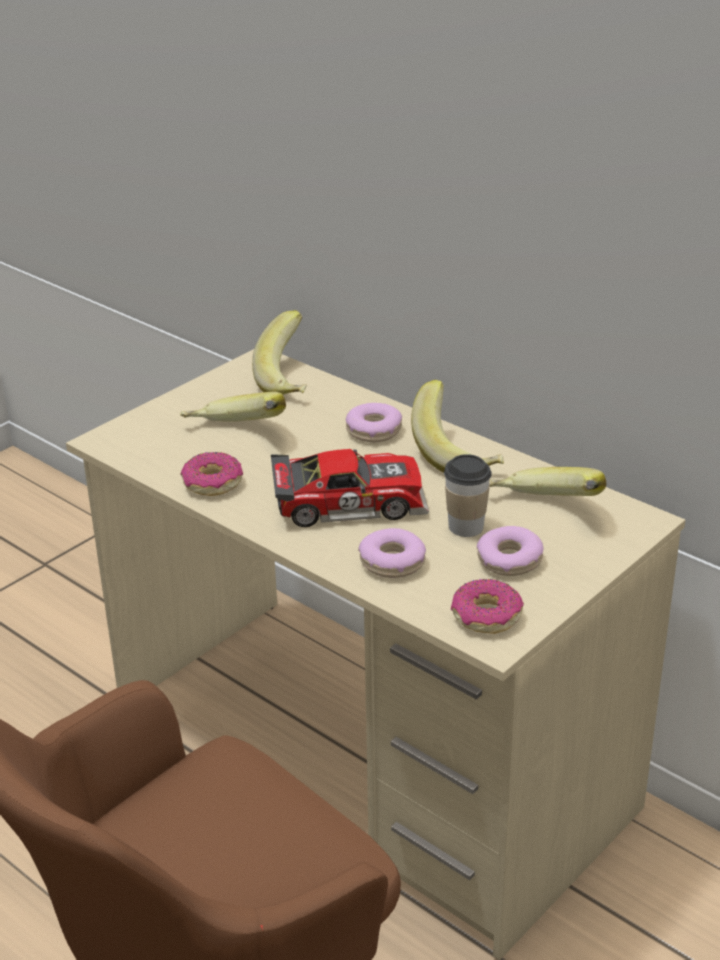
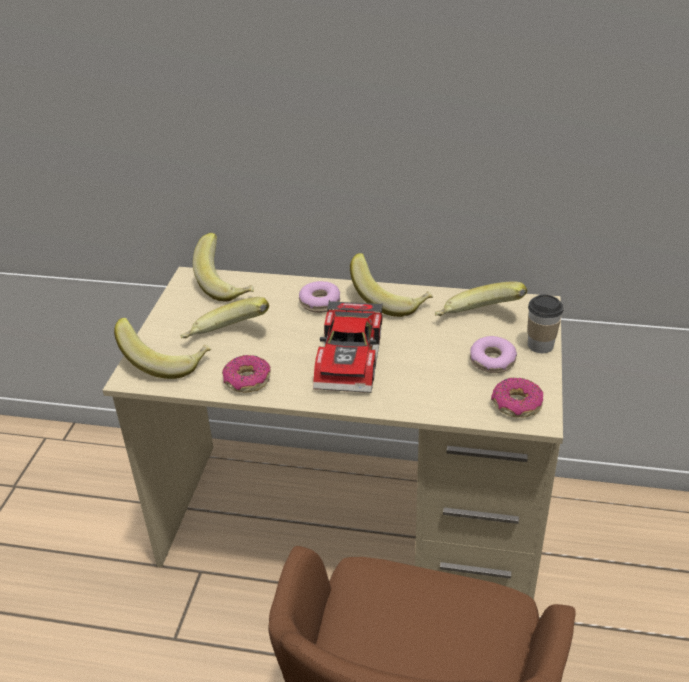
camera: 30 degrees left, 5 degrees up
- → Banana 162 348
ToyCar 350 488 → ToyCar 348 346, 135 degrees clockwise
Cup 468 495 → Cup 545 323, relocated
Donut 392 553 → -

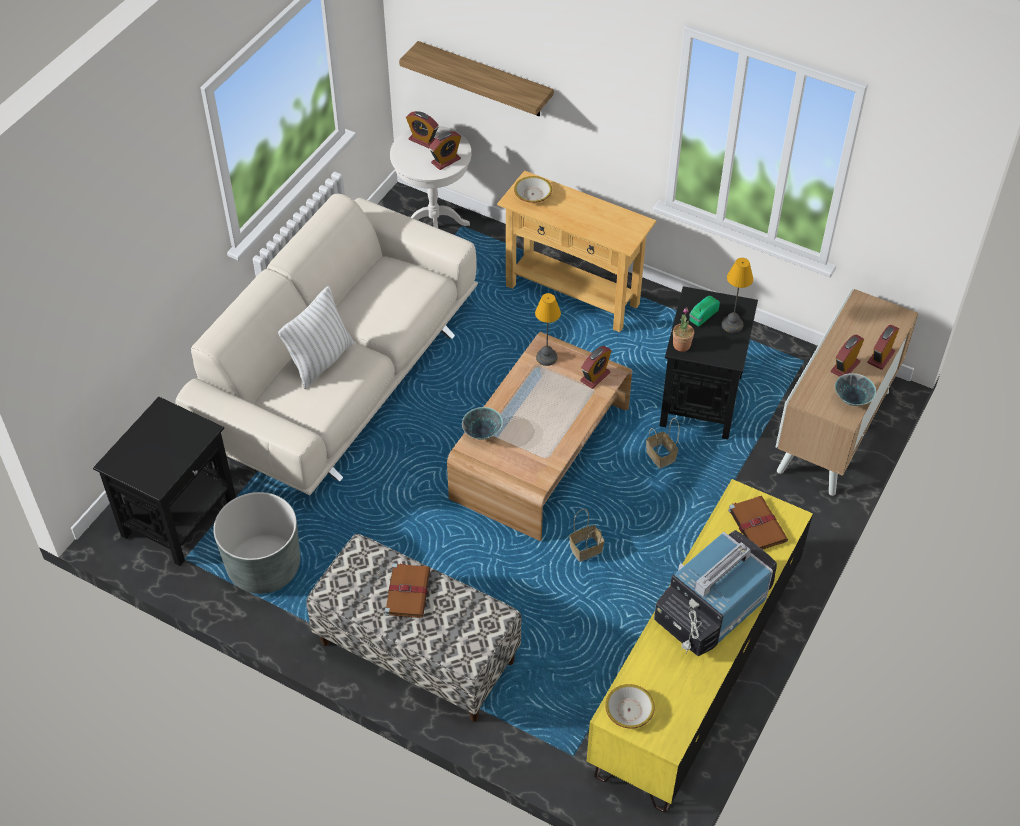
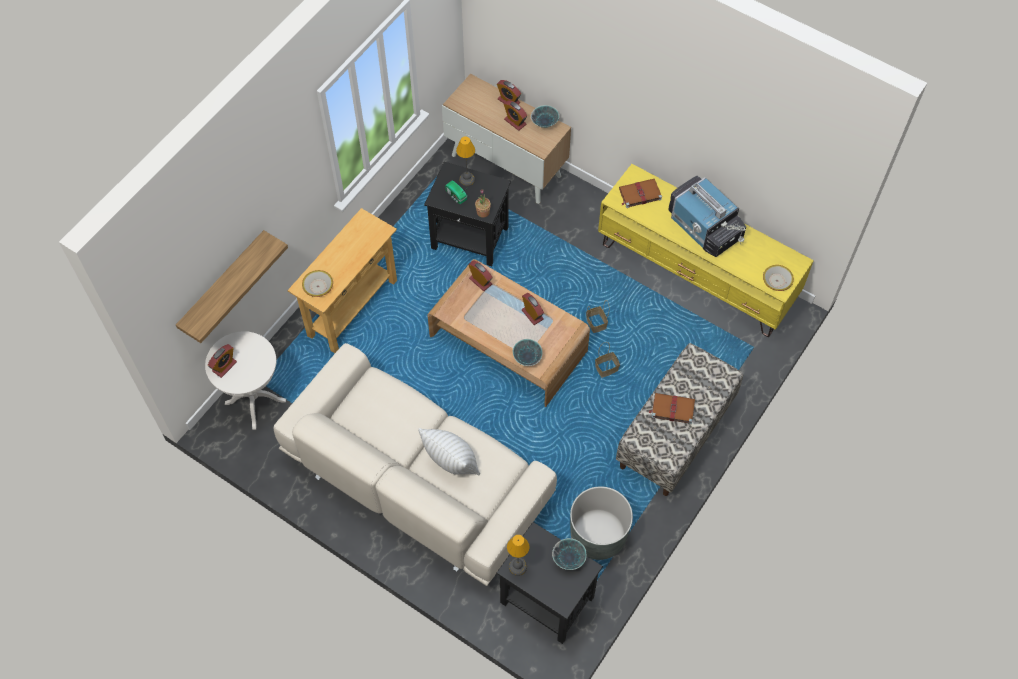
camera: 85 degrees left, 10 degrees up
TableLamp 548 329 → TableLamp 518 555, relocated
AlarmClock 445 150 → AlarmClock 533 309, relocated
- → Bowl 569 554
Basket 662 443 → Basket 607 360, relocated

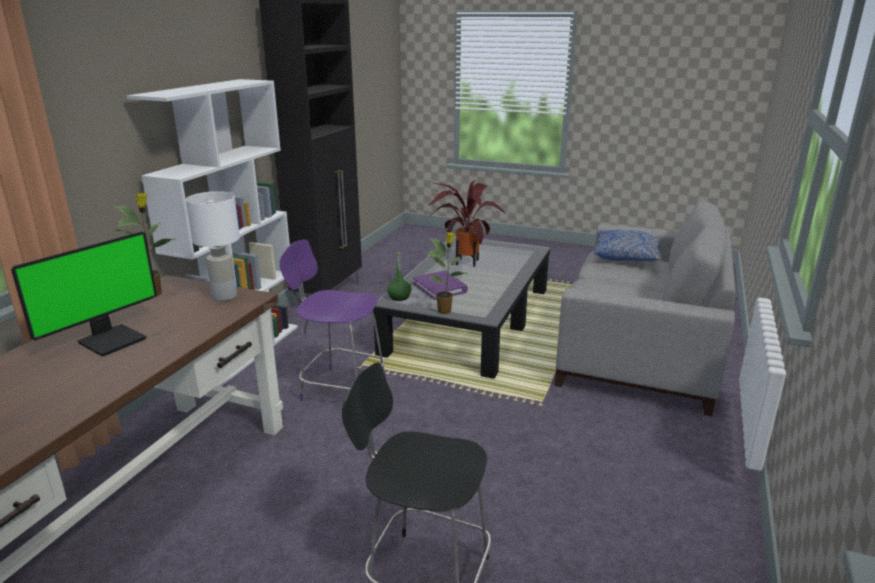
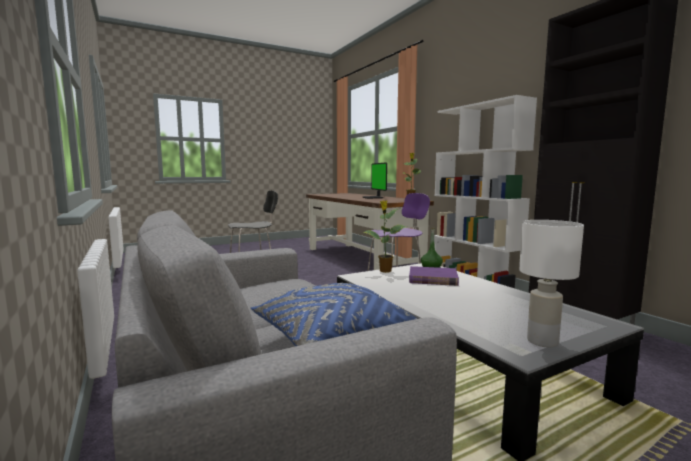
camera: 130 degrees right, 15 degrees down
WhiteTableLamp 213 246 → WhiteTableLamp 551 284, relocated
PottedPlant 466 223 → -

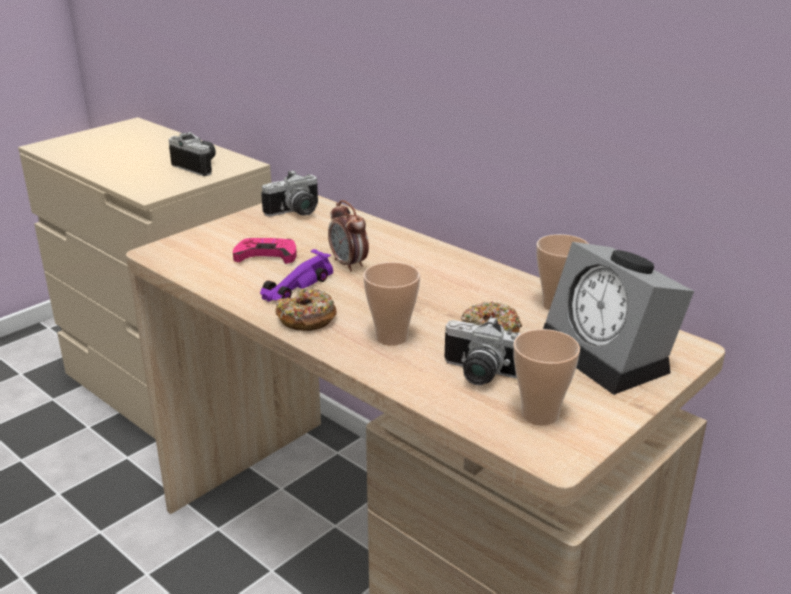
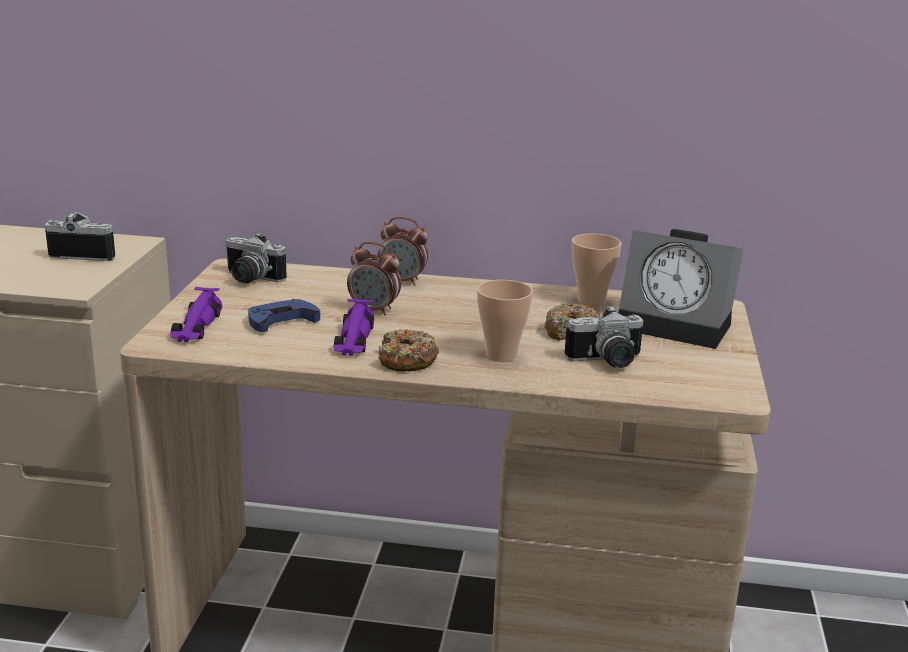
camera: 35 degrees left, 5 degrees down
- → PurpleToyCar 196 314
PhotoCamera 289 193 → PhotoCamera 256 257, 90 degrees clockwise
PinkGameController 265 251 → BlueGameController 284 315
- → AlarmClock 403 251
Cup 546 377 → -

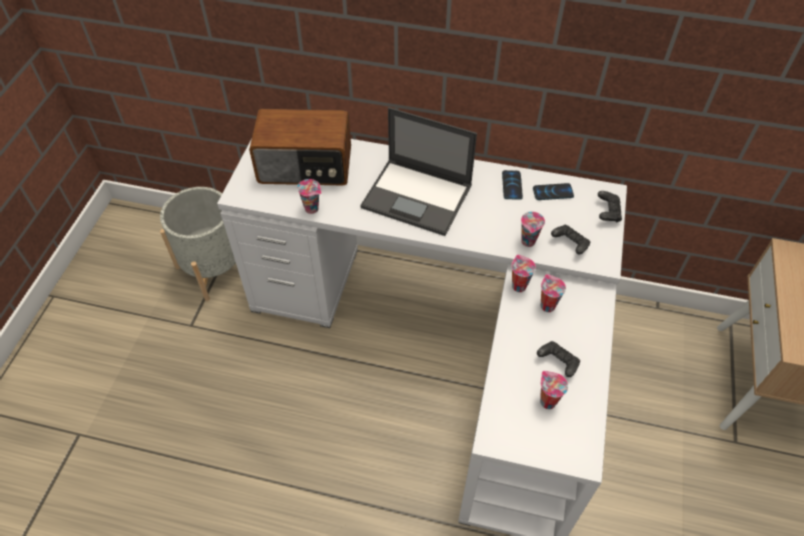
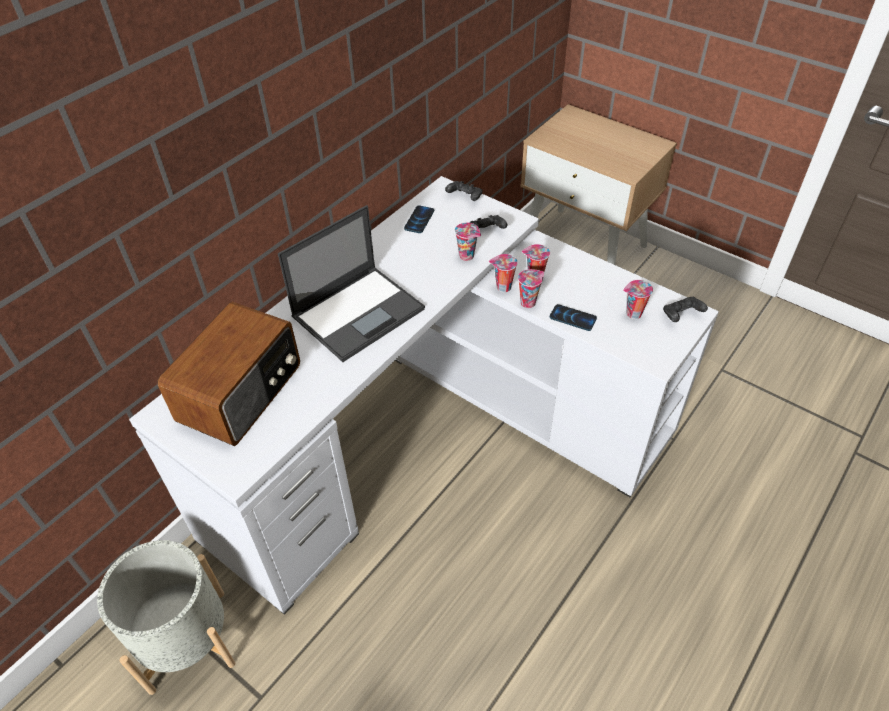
camera: 65 degrees left, 5 degrees down
Cup 309 196 → Cup 531 288, relocated
Phone 512 185 → Phone 573 317, relocated
BlackGameController 558 359 → BlackGameController 685 309, relocated

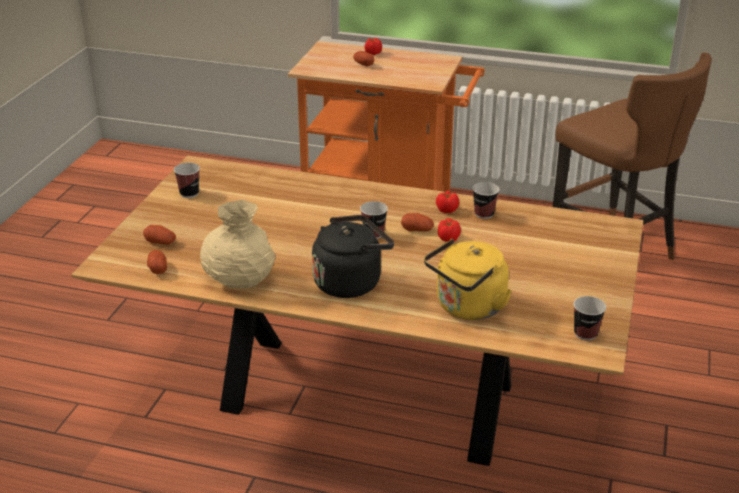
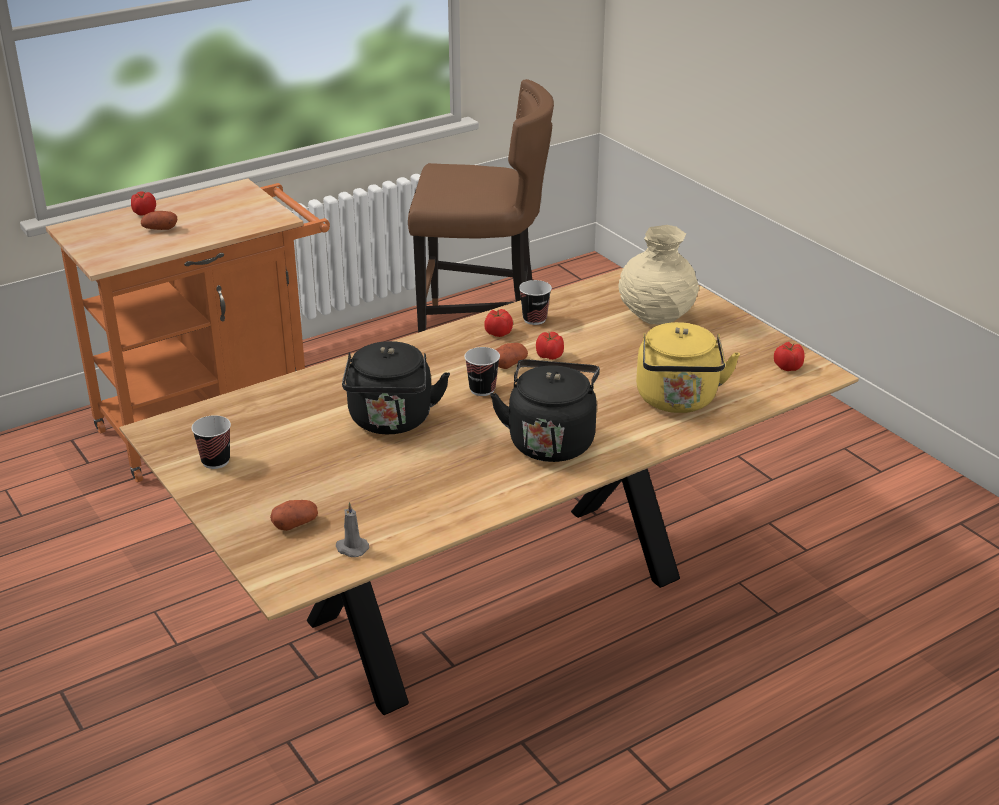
camera: 50 degrees left, 0 degrees up
Potato 157 262 → GreyCandle 352 529
- → BlackKettle 396 387
BeigeVase 237 244 → BeigeVase 659 275, relocated
Cup 590 318 → Tomato 789 356

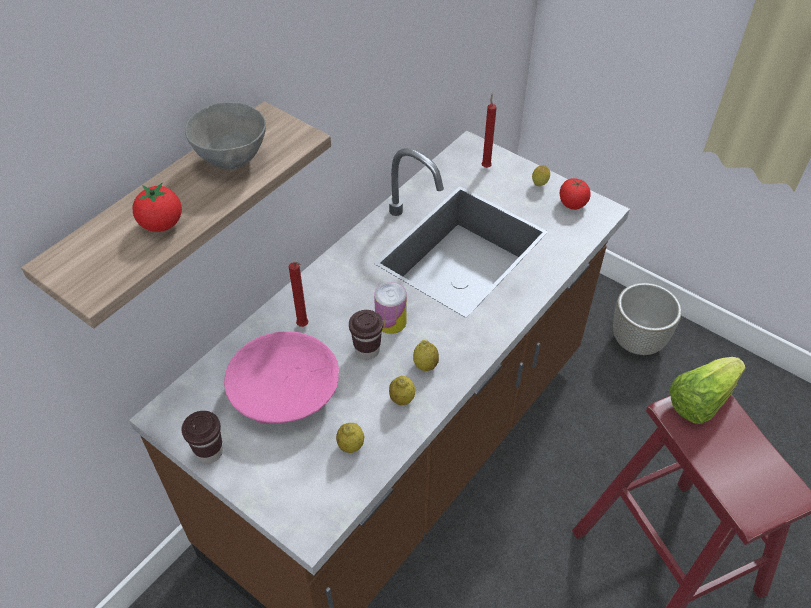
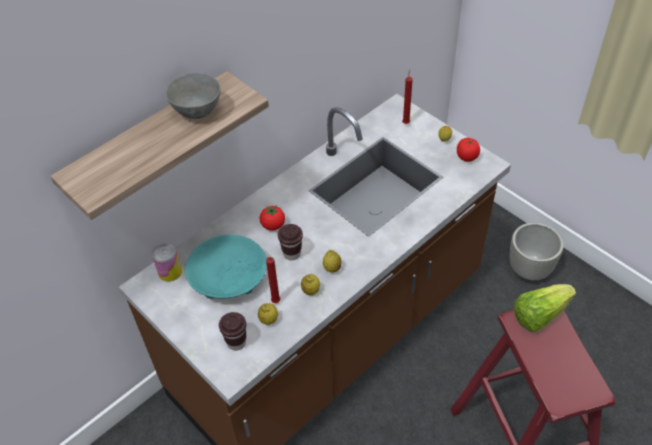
camera: 10 degrees right, 0 degrees up
Can 390 308 → Can 167 262, relocated
PinkBowl 281 377 → TurquoiseBowl 226 267
BrownCup 202 437 → BrownCup 232 331, relocated
Tomato 157 207 → Tomato 272 218, relocated
RedCandle 298 294 → RedCandle 273 280, relocated

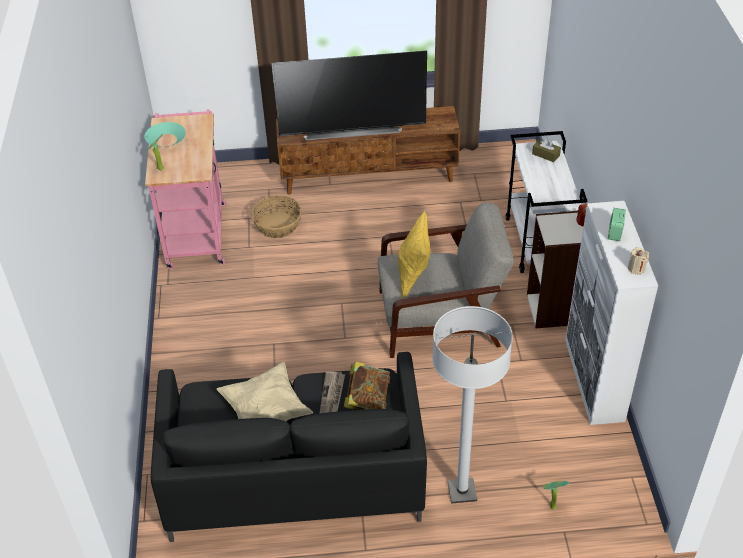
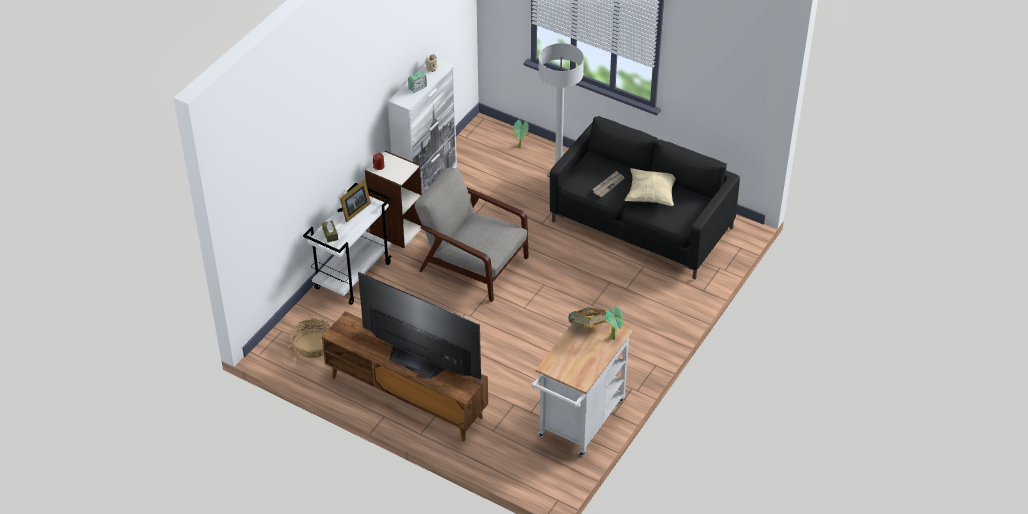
camera: 145 degrees left, 0 degrees up
Basket 276 217 → Basket 310 338, relocated
- → PictureFrame 354 200
PinkCart 185 189 → WhiteCart 582 389
Book 367 385 → Book 588 317, relocated
TurquoiseBowl 165 134 → -
YellowPillow 414 255 → -

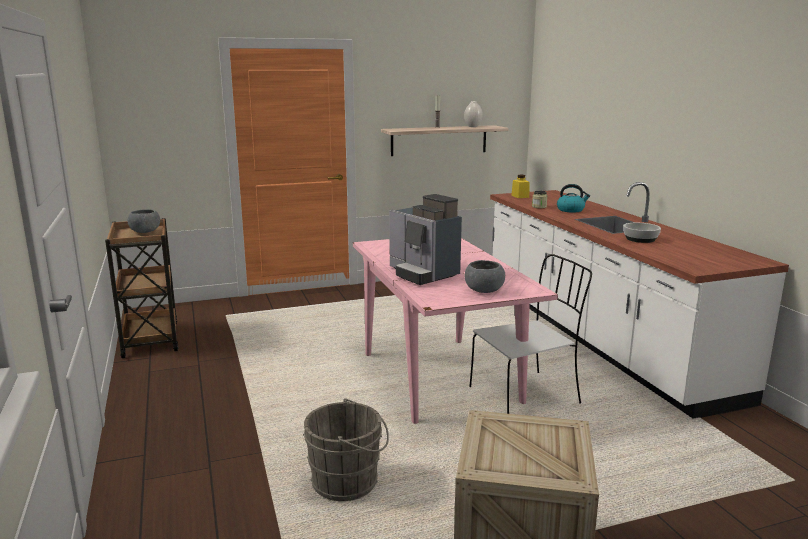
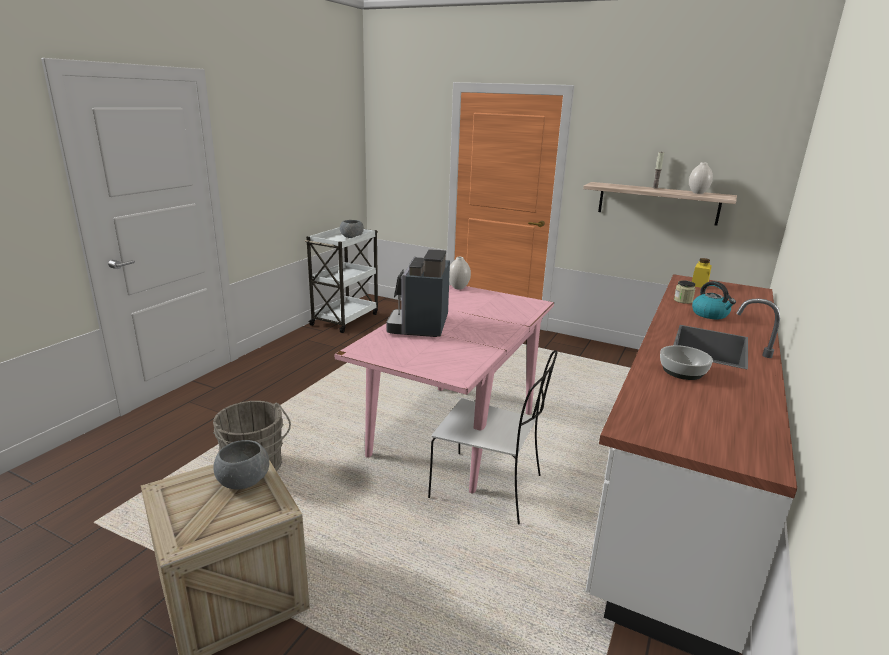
camera: 45 degrees right, 5 degrees up
GreyBowl 485 276 → GreyBowl 241 465, relocated
BrownCart 141 288 → WhiteCart 341 280
- → WhiteVase 460 273

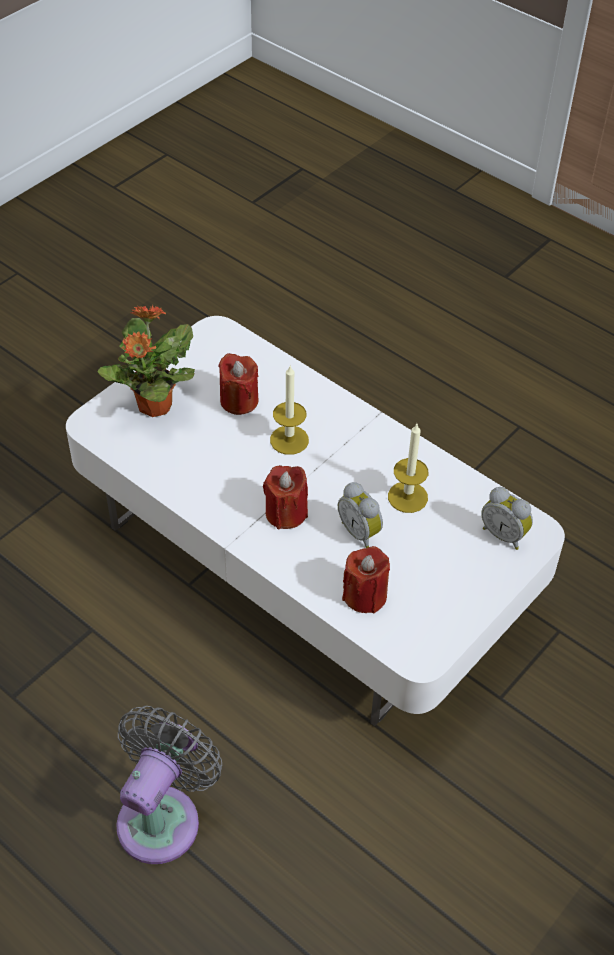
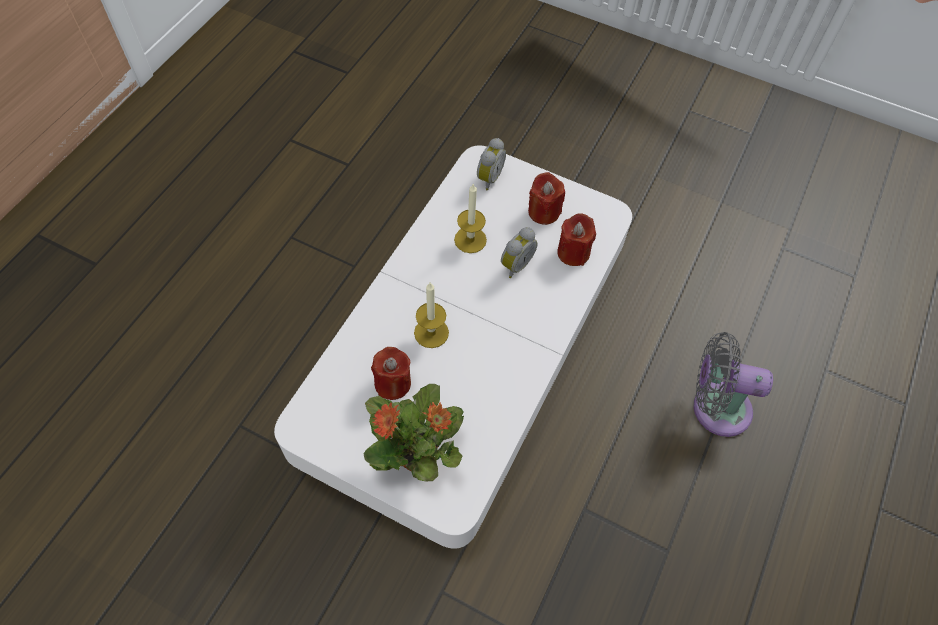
camera: 105 degrees left, 10 degrees up
RedCandle 285 497 → RedCandle 546 198, relocated

